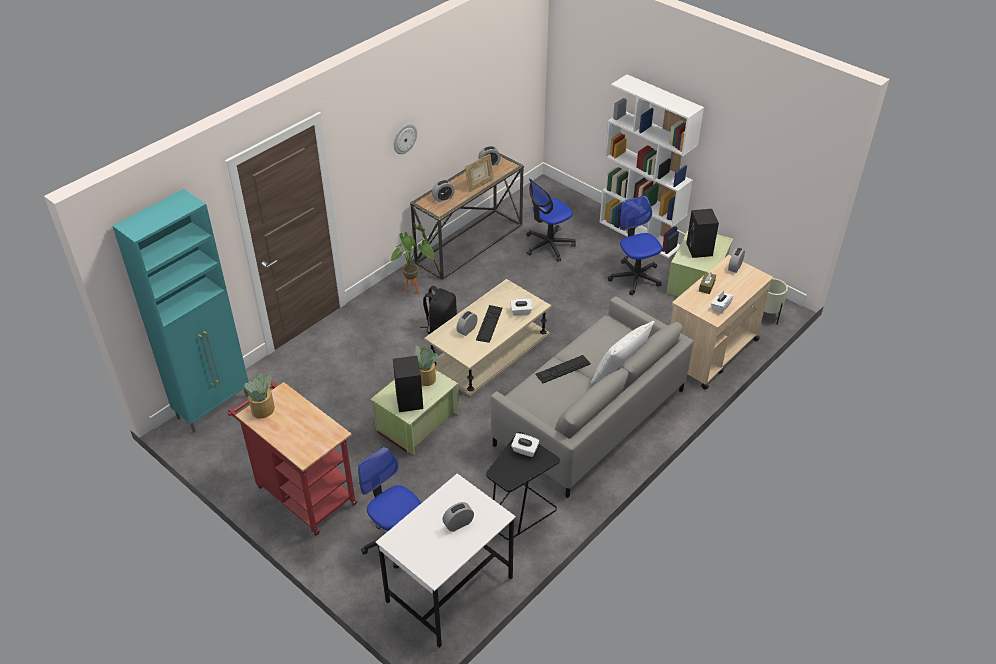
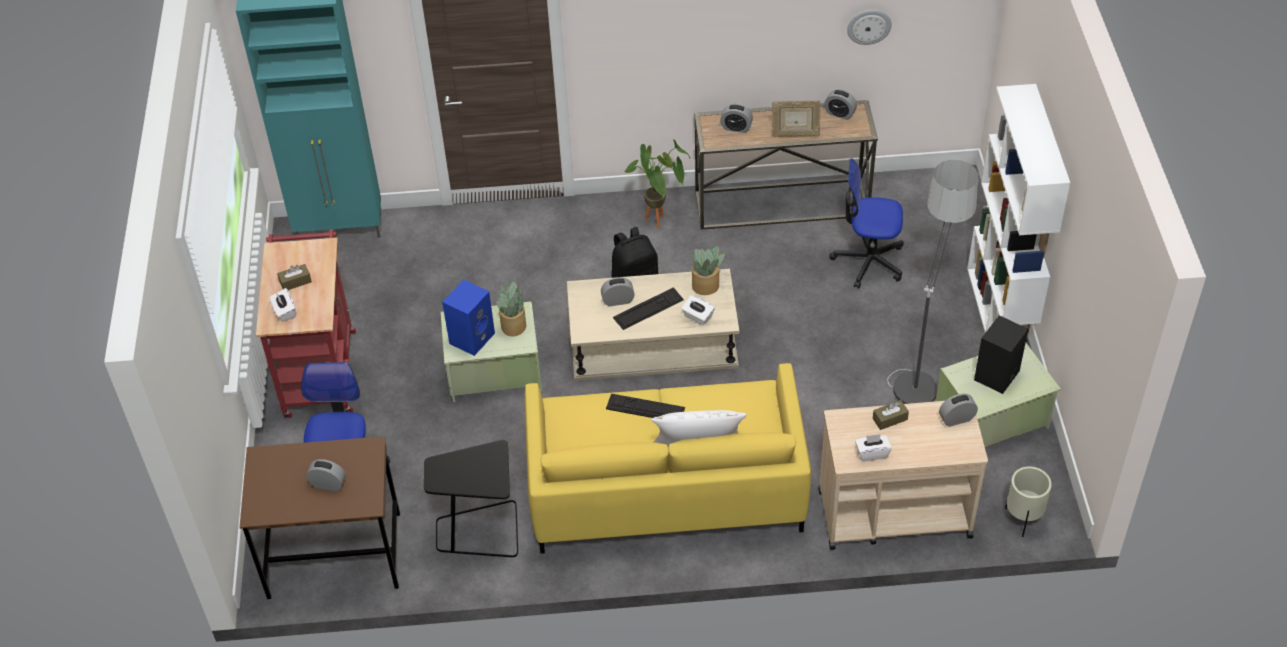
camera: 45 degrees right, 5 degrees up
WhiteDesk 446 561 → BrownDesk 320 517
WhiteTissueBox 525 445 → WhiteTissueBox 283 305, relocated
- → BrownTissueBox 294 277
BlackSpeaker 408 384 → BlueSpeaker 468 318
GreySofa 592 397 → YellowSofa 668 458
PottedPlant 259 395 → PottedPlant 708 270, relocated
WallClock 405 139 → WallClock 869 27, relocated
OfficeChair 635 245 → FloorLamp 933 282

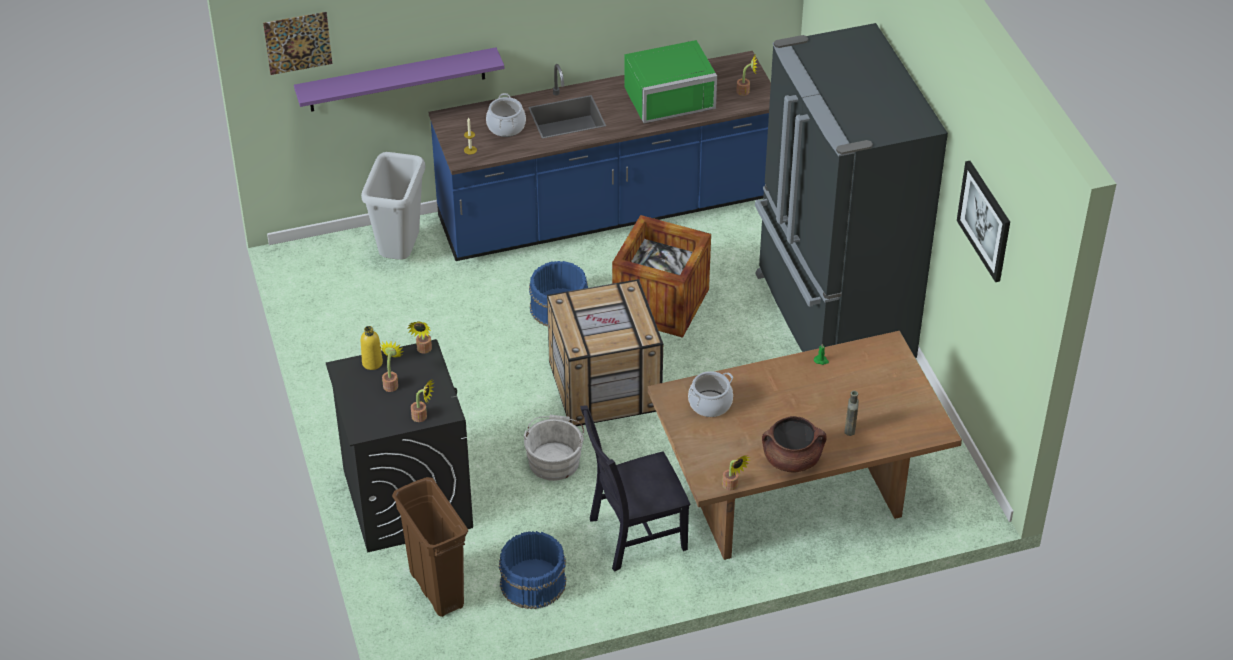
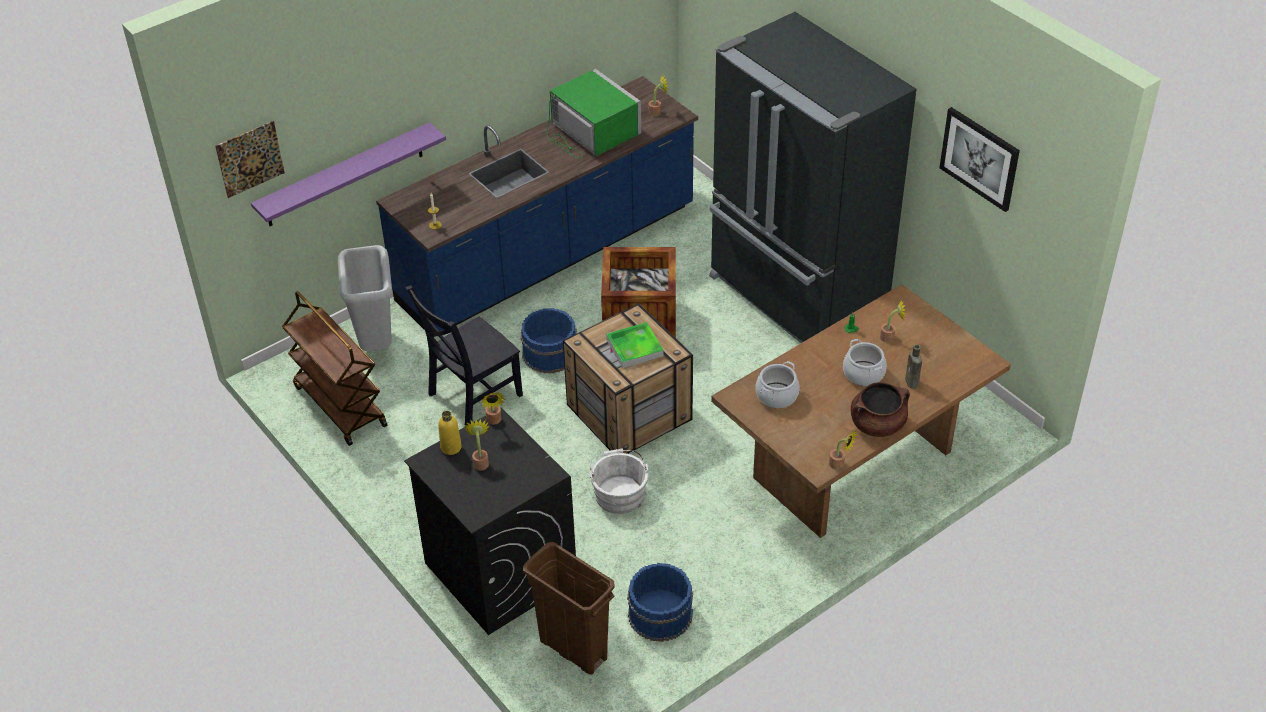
camera: 20 degrees left, 0 degrees up
- → BrownCart 334 368
BlackChair 635 488 → BlackChair 464 356, relocated
GreenMicrowave 670 81 → GreenMicrowave 594 114, 90 degrees counterclockwise
- → Tray 635 345
CookingPot 506 115 → CookingPot 865 362, relocated
PottedPlant 422 400 → PottedPlant 893 320, relocated

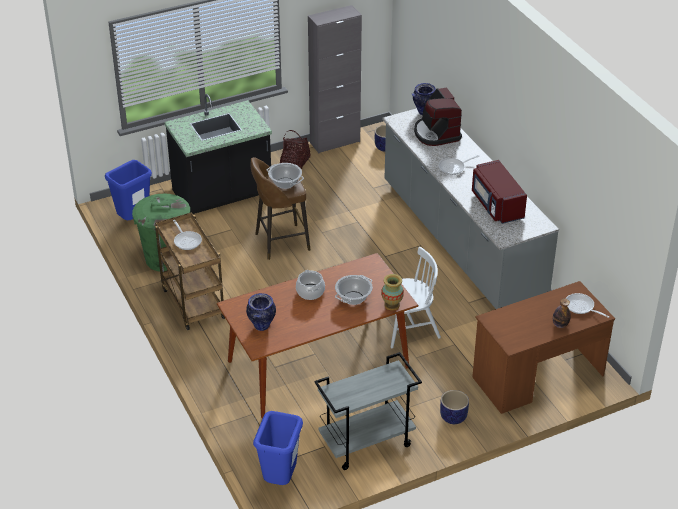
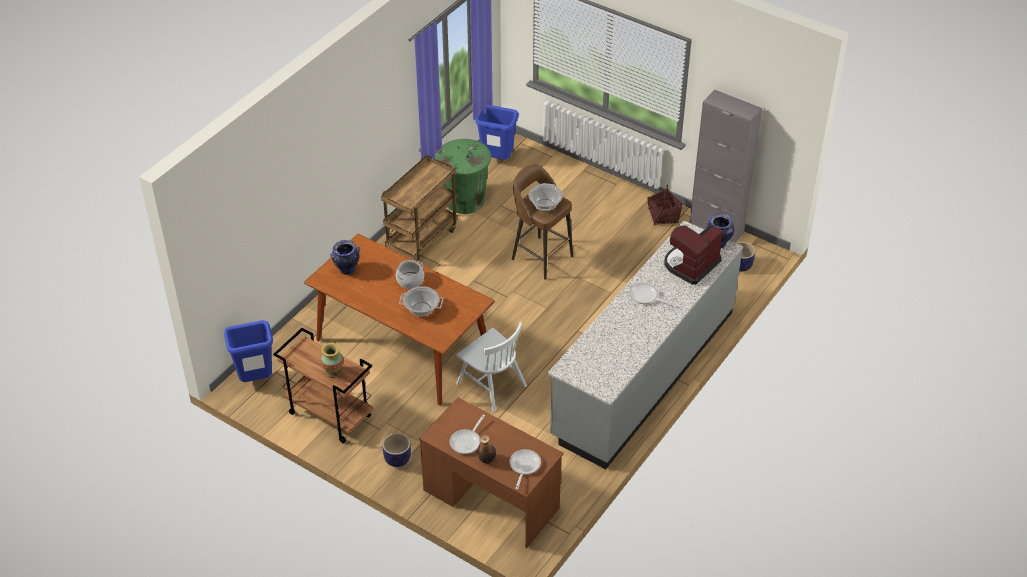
camera: 60 degrees right, 5 degrees up
GreyCart 368 411 → BrownCart 323 386
Vase 392 292 → Vase 332 360, relocated
FryingPan 187 235 → FryingPan 467 434, relocated
BlackCounter 218 154 → -
RedMicrowave 499 192 → -

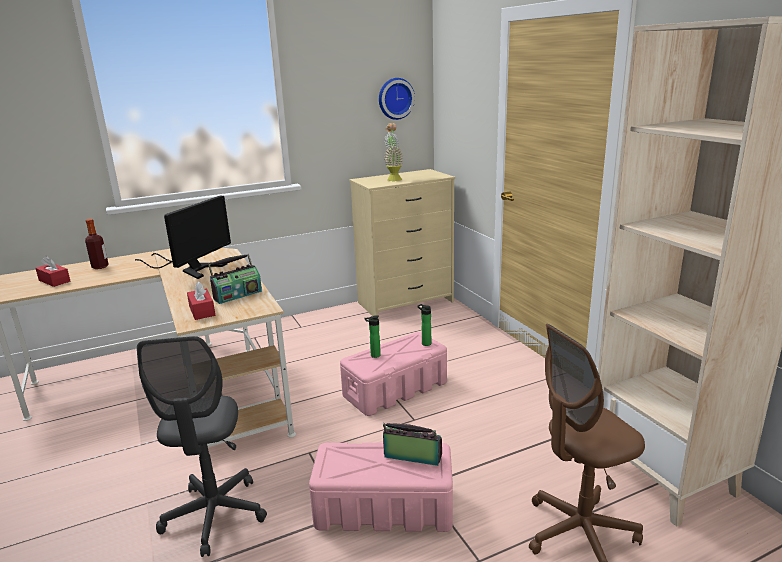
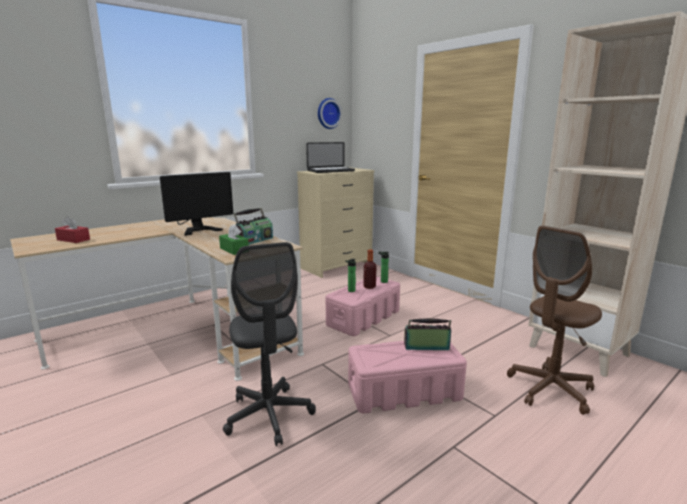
camera: 15 degrees left, 5 degrees down
Monitor 183 237 → Monitor 196 204, 45 degrees clockwise
RedTissueBox 201 301 → GreenTissueBox 234 239
PottedPlant 394 152 → Laptop 330 157
Bottle 97 244 → Bottle 369 269, relocated

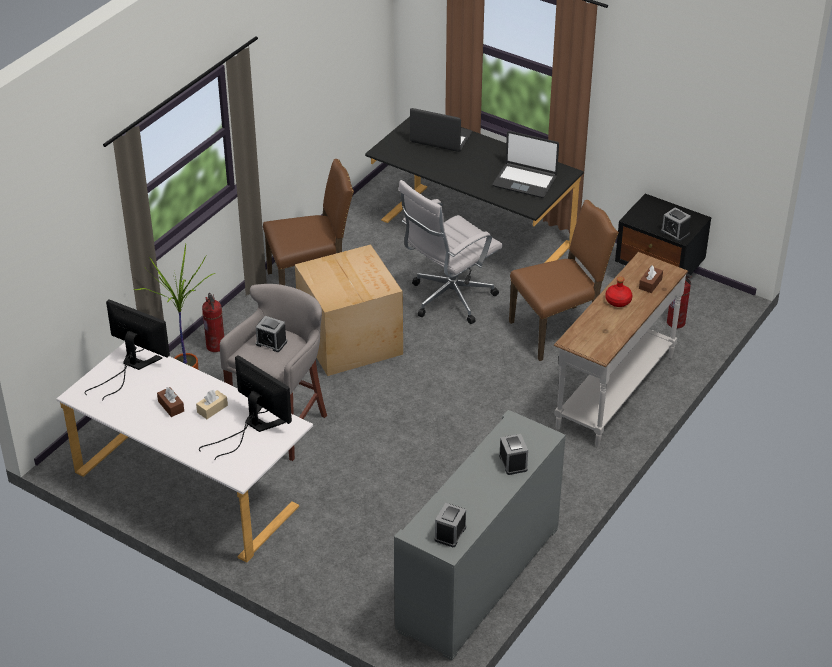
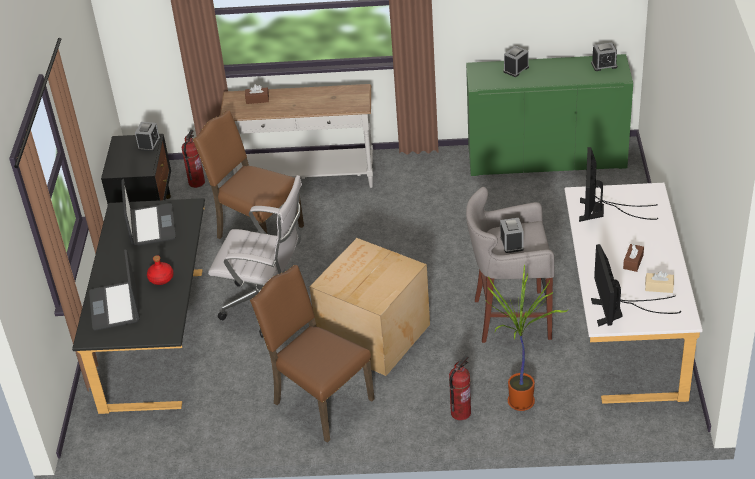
camera: 120 degrees left, 0 degrees up
RedBottle 618 292 → RedBottle 160 270, relocated
GreyCabinet 480 535 → GreenCabinet 549 115
BeigeTissueBox 212 404 → BeigeTissueBox 659 282, relocated

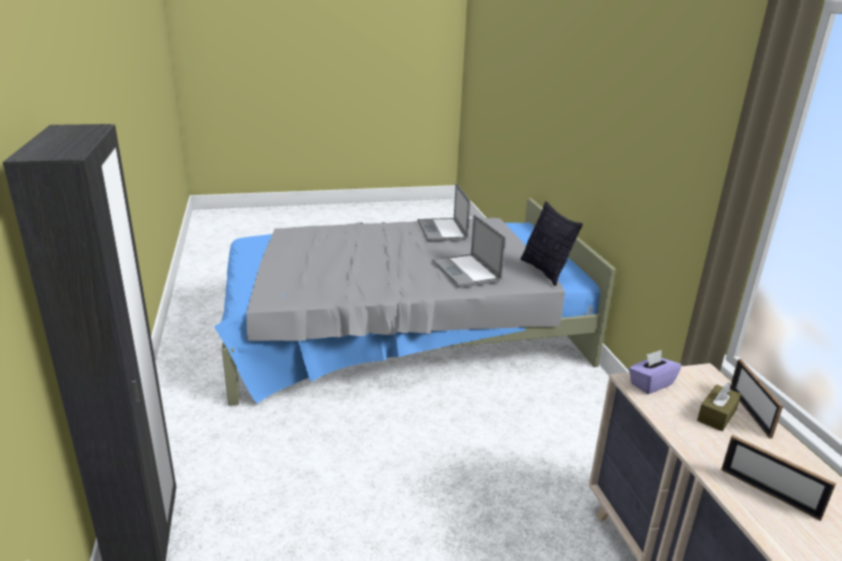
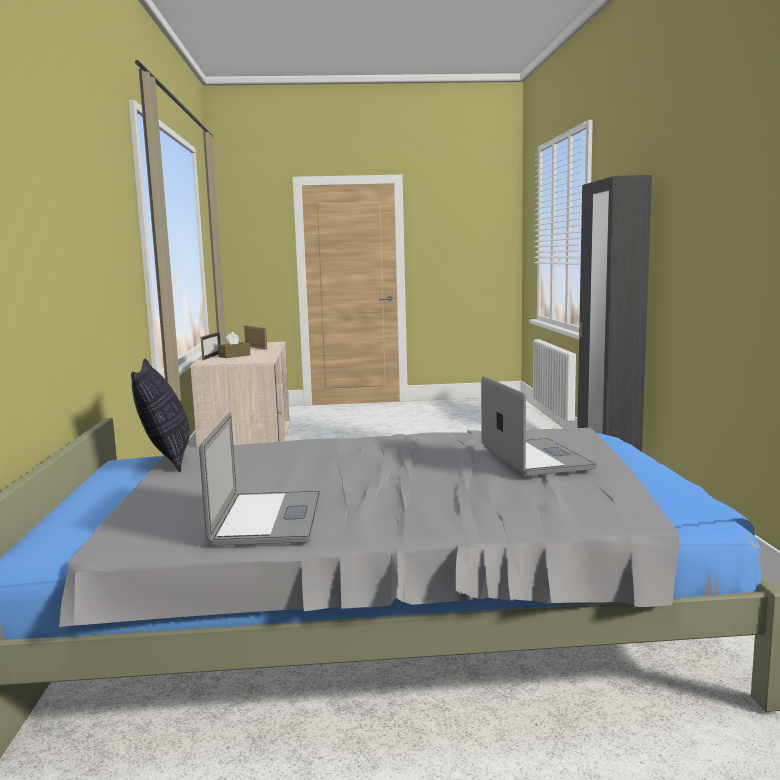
camera: 170 degrees left, 15 degrees down
Laptop 469 251 → Laptop 539 426, relocated
PurpleTissueBox 655 372 → -

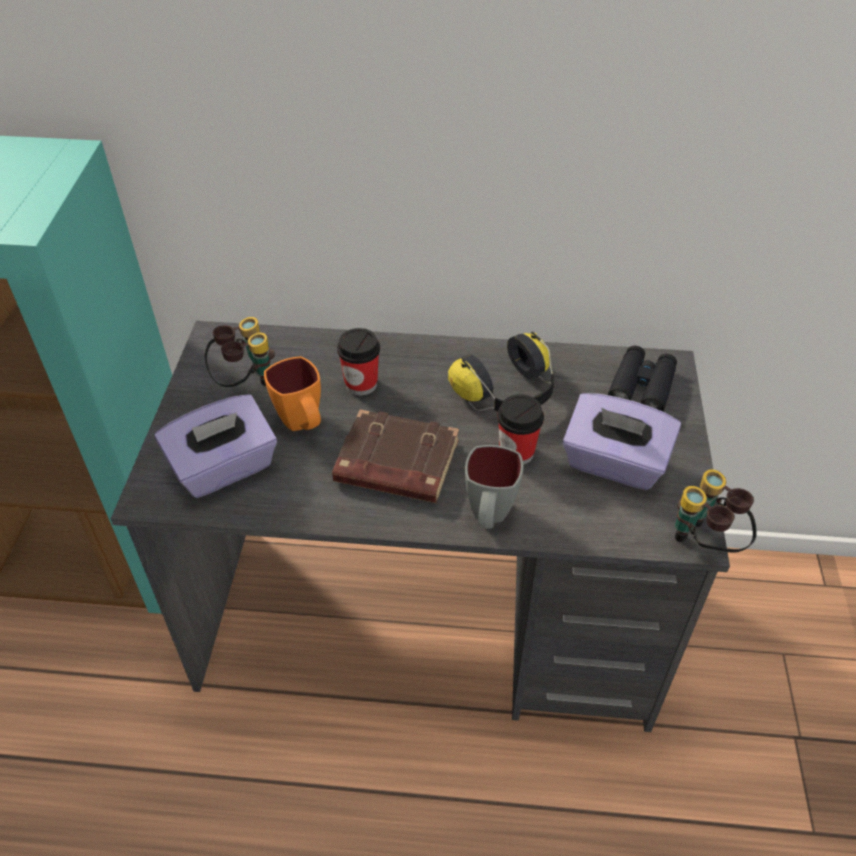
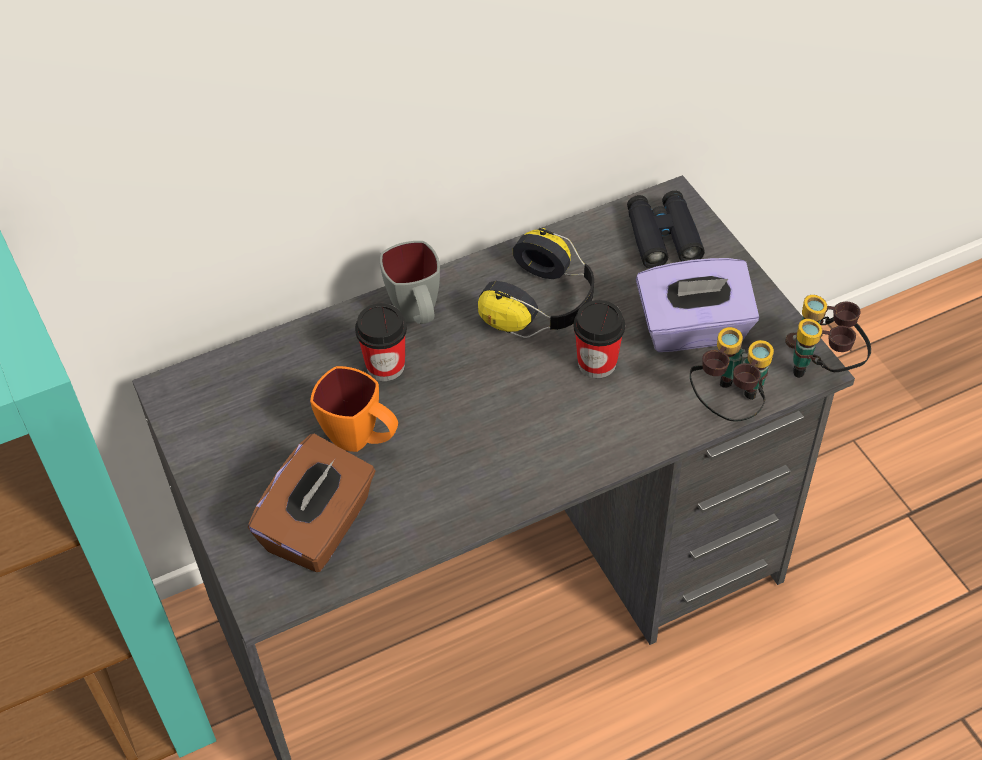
camera: 30 degrees left, 5 degrees up
PurpleTissueBox 216 446 → BrownTissueBox 311 503
GreyMug 494 487 → GreyMug 410 282, relocated
Binoculars 239 352 → Binoculars 732 374, relocated
BrownBook 395 456 → -

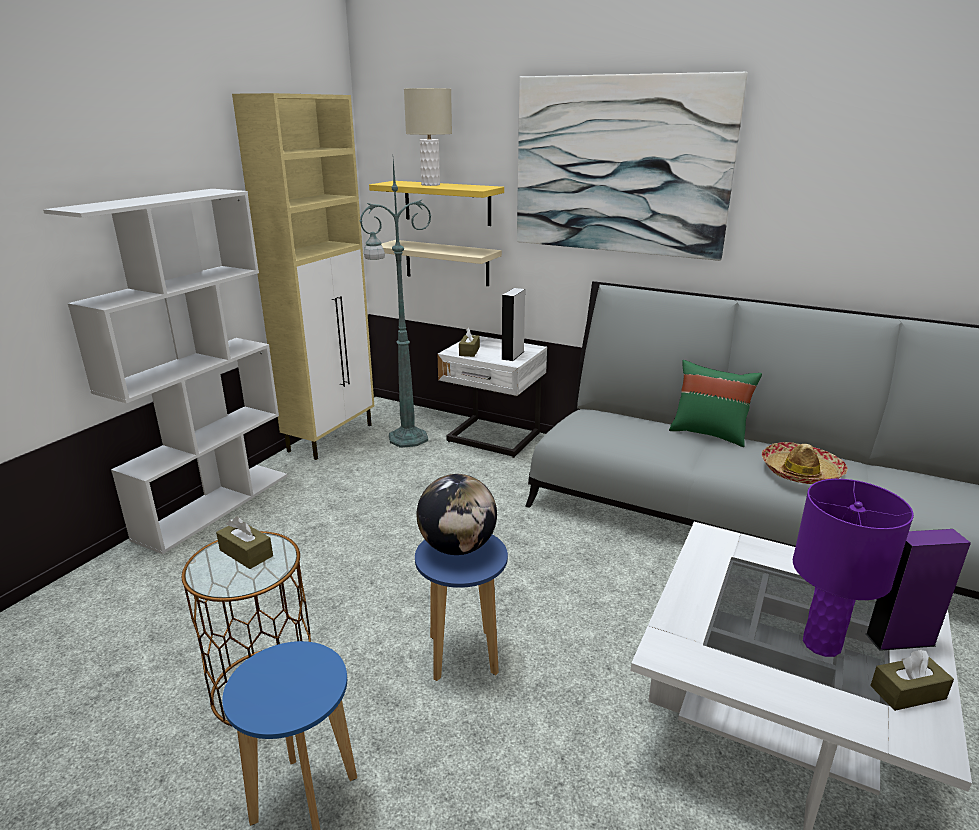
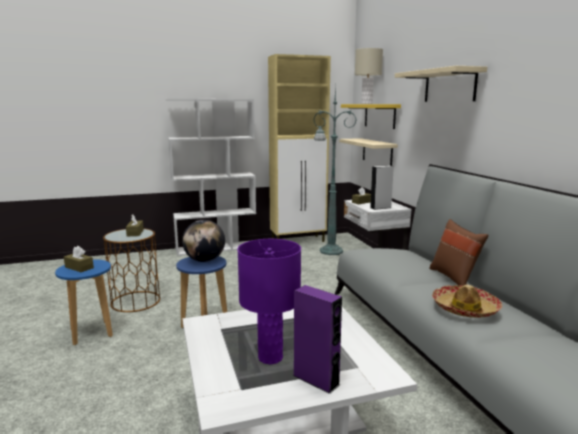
camera: 45 degrees right, 10 degrees down
BrownTissueBox 912 680 → BrownTissueBox 79 259, relocated
Picture 632 166 → BeigeShelf 441 84
GreenPillow 715 403 → BrownPillow 459 252

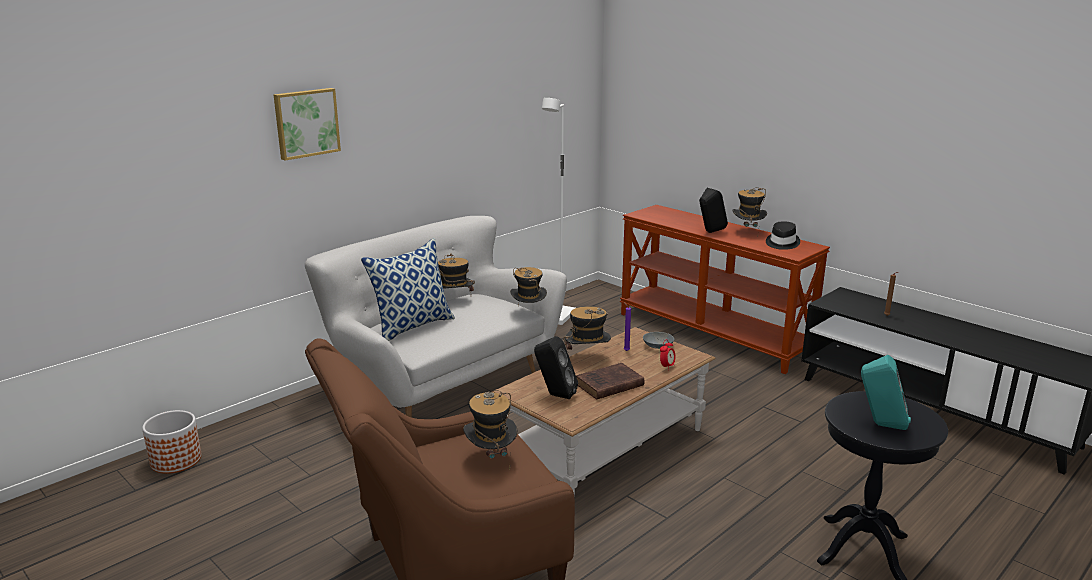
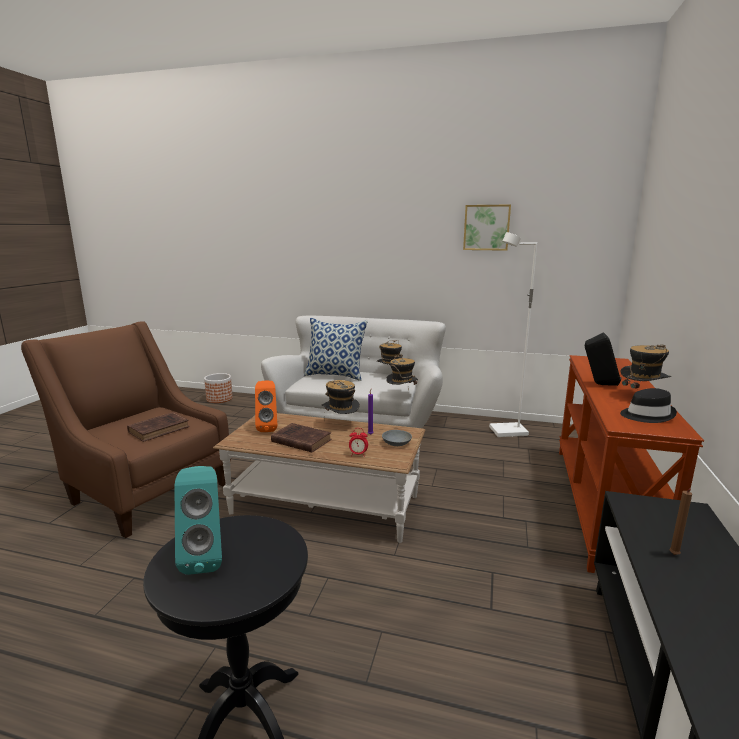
camera: 60 degrees right, 5 degrees down
Hat 490 430 → BrownBook 158 427
BlackSpeaker 556 367 → OrangeSpeaker 266 406
Picture 307 124 → Picture 487 227, relocated

